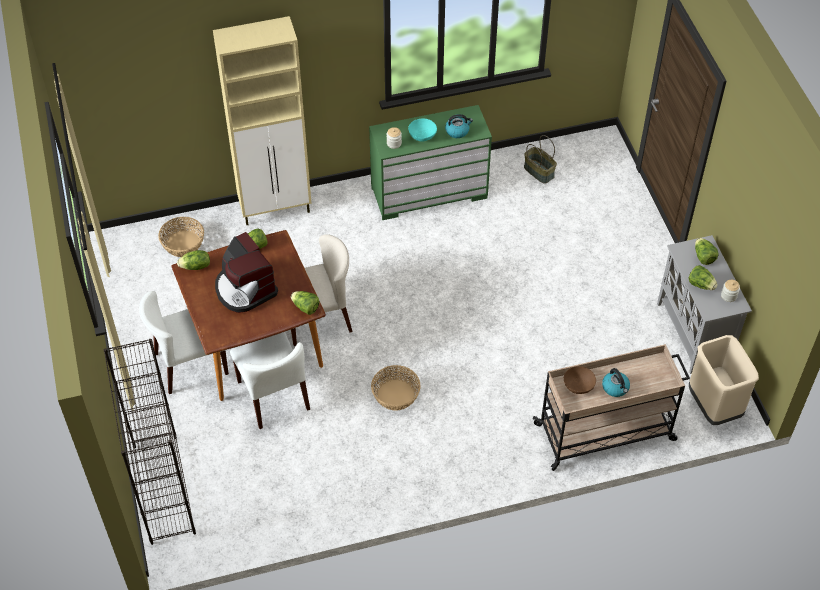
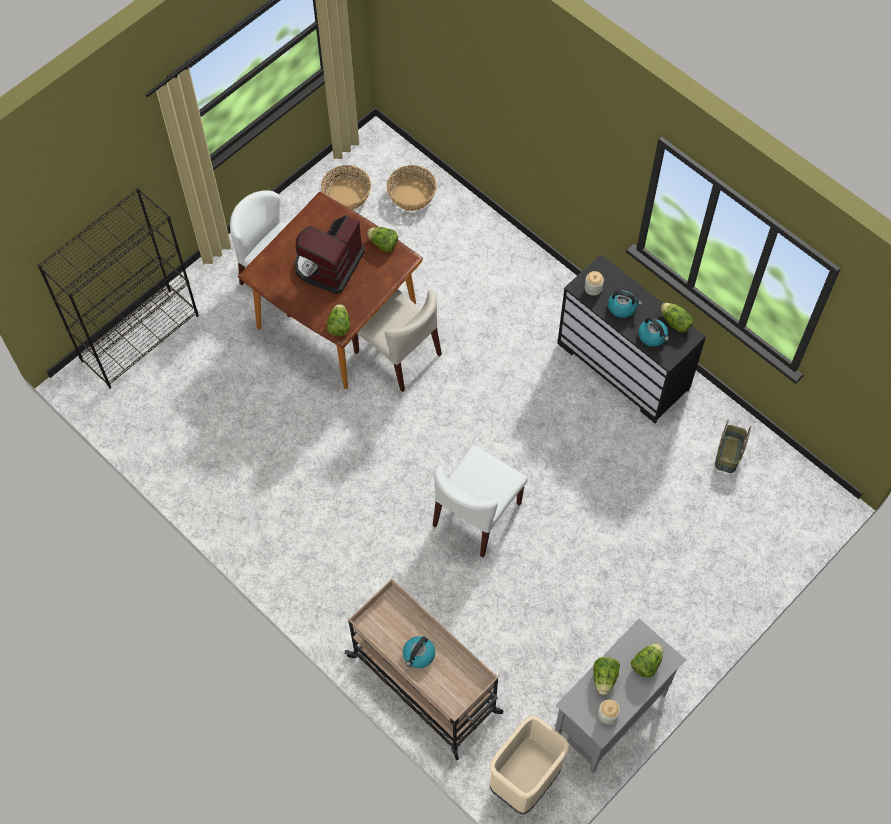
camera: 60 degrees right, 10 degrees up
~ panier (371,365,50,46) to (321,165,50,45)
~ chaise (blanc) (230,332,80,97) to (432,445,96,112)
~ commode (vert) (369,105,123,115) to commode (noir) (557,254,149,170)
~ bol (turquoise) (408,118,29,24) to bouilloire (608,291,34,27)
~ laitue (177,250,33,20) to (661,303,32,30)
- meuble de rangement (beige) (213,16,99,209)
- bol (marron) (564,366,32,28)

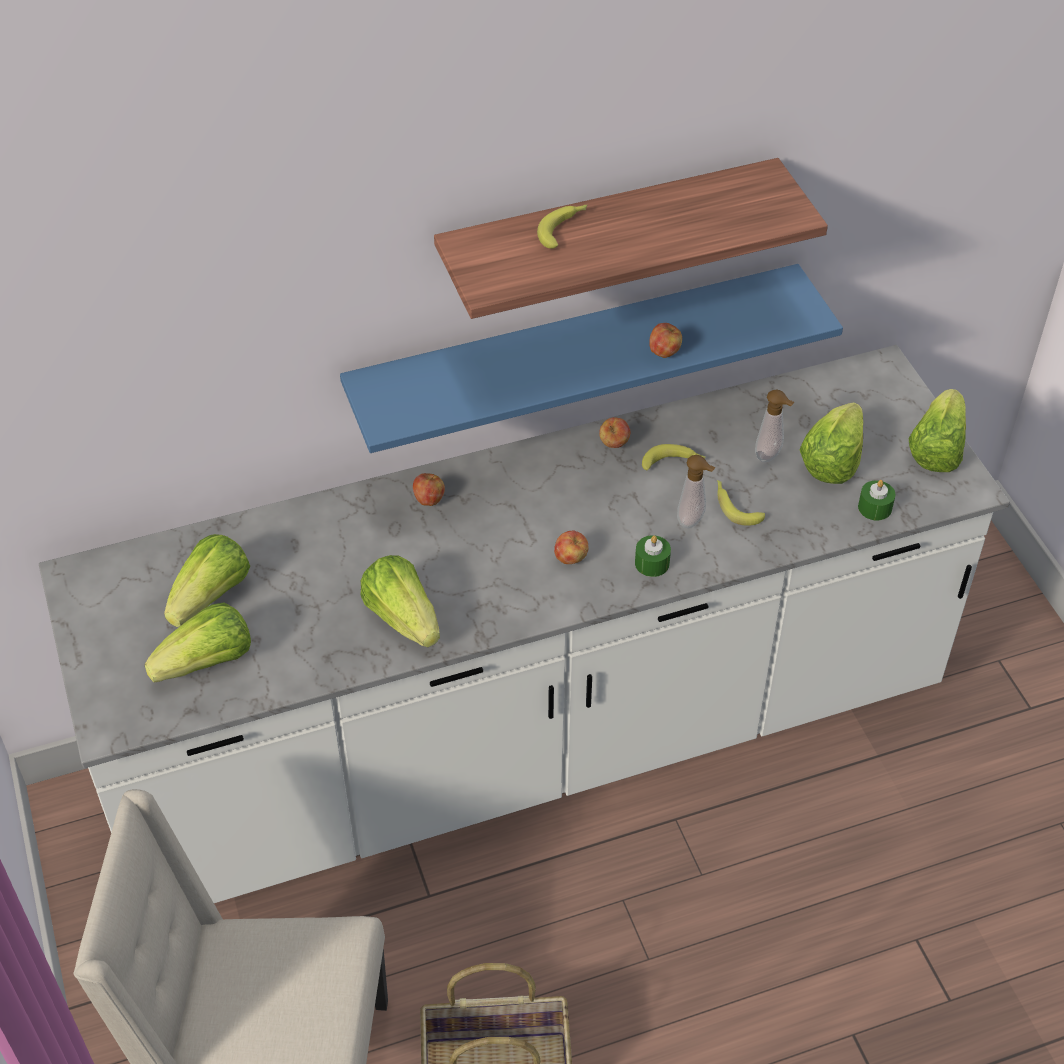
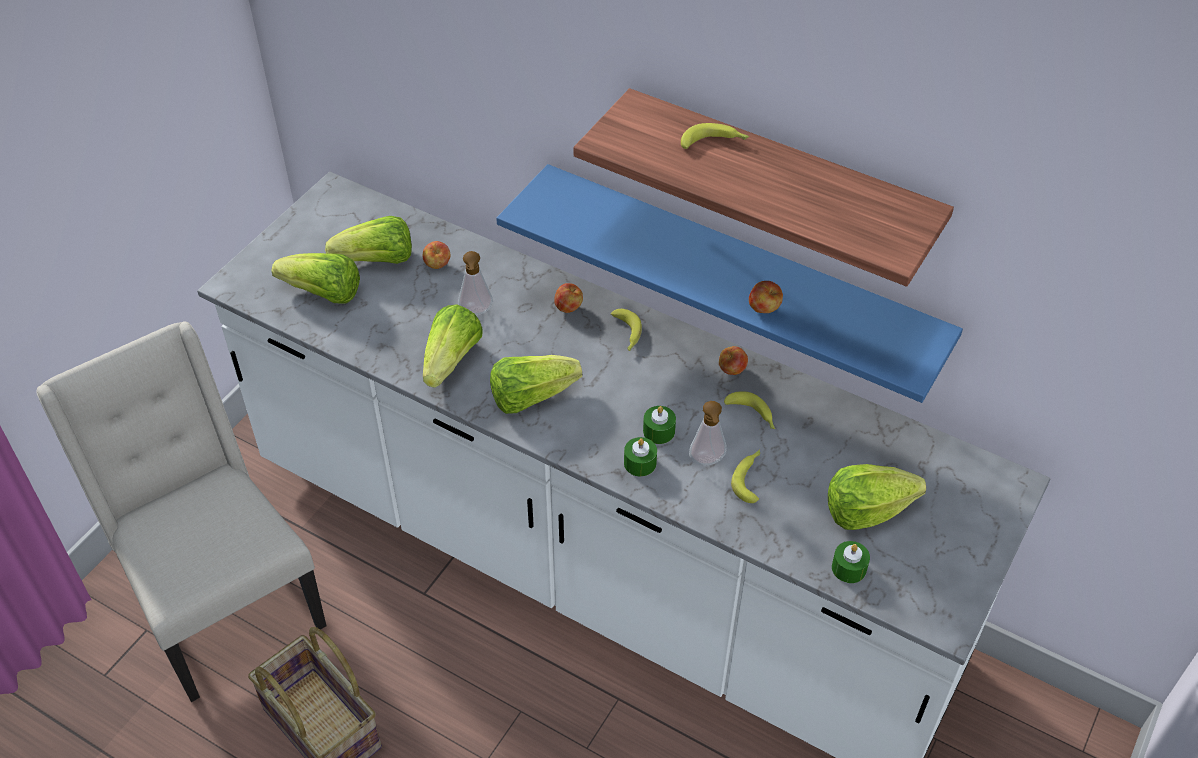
camera: 50 degrees right, 0 degrees up
~ pomme (554,530,35,34) to (423,241,27,28)
~ distributeur de savon (755,389,40,73) to (458,251,35,64)
~ laitue (909,389,57,83) to (490,355,92,59)
+ banane (611,309,31,42)
+ bougie (vert) (643,406,33,38)

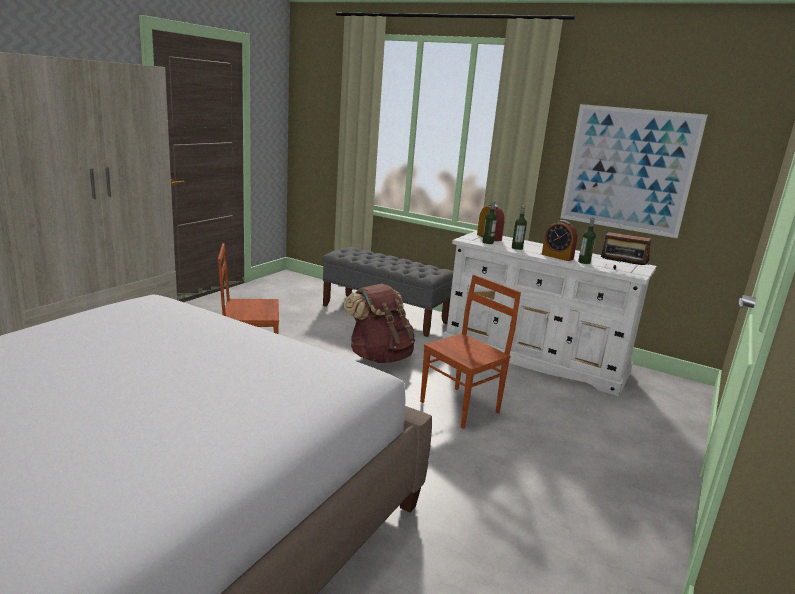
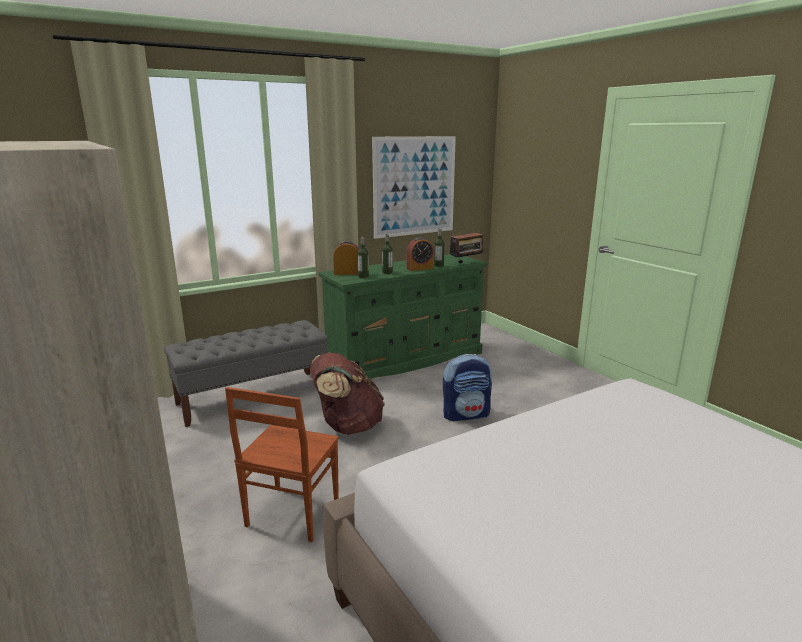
camera: 60 degrees left, 0 degrees up
~ commode (blanc) (443,231,214,165) to commode (vert) (319,254,169,125)
~ chaise (marron) (420,275,101,154) to sac à dos (443,354,49,67)

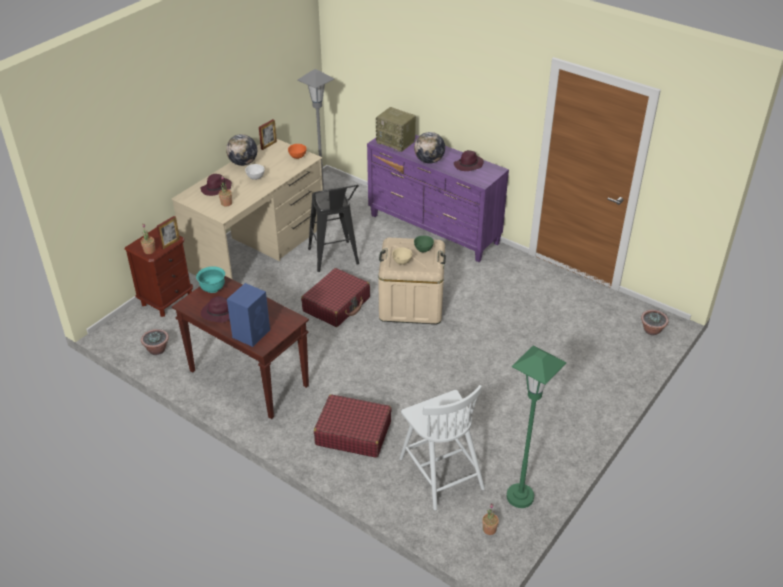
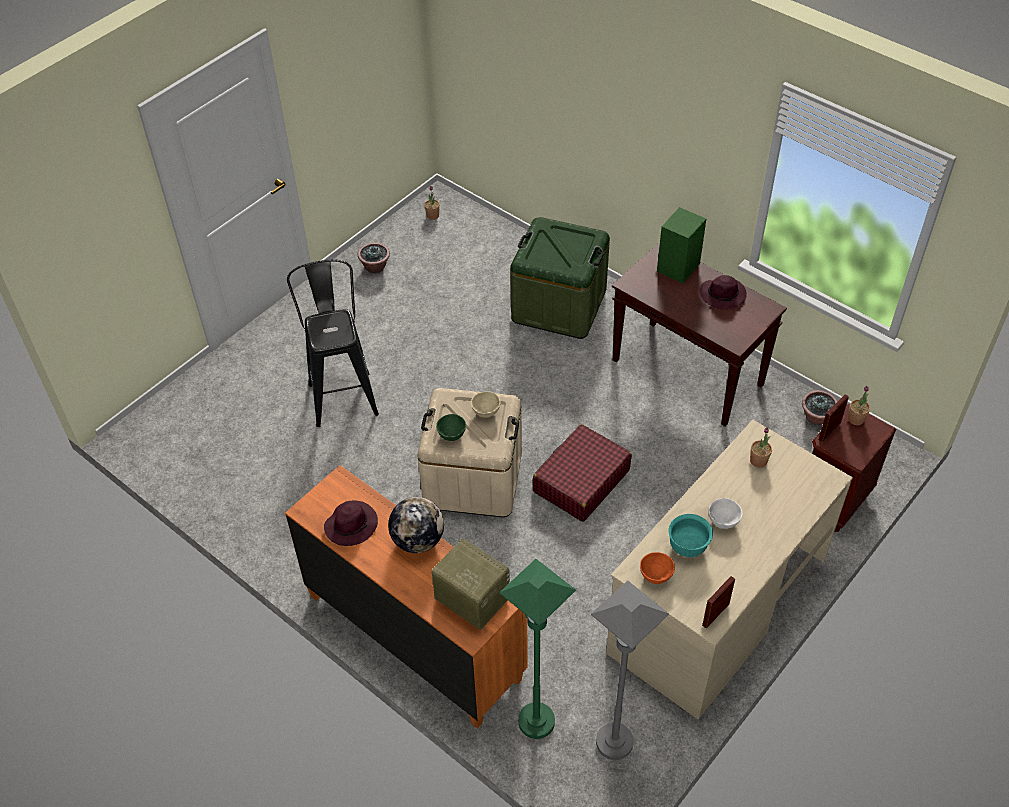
camera: 175 degrees left, 10 degrees up
~ commode (violet) (367,135,142,127) to commode (orange) (285,465,243,264)
~ tabouret (noir) (308,185,51,87) to (287,260,92,167)
~ plante en pot (641,310,27,25) to (358,243,32,30)
~ lampadaire (vert) (507,345,59,163) to (499,559,77,180)
~ valise (rouge) (314,395,78,63) to boîte de rangement (vert) (510,217,100,122)
~ enceinte (bleu) (227,283,43,64) to enceinte (vert) (657,207,49,76)
~ bol (turquoise) (196,266,29,27) to (668,514,45,43)
- chapeau (violet) (201,174,31,22)
- globe (226,134,31,32)
- chaise (blanc) (399,385,86,125)

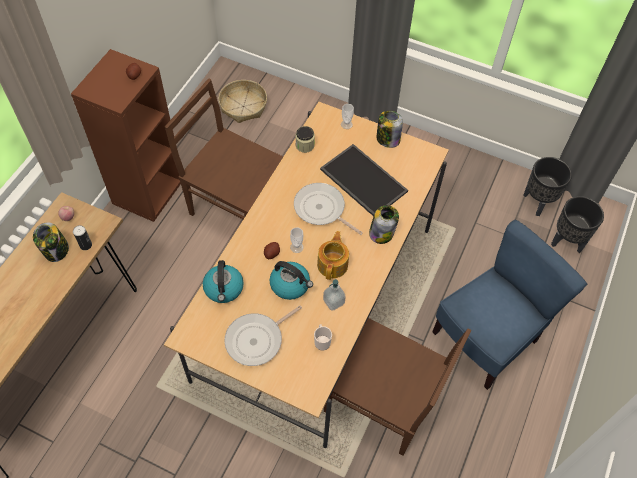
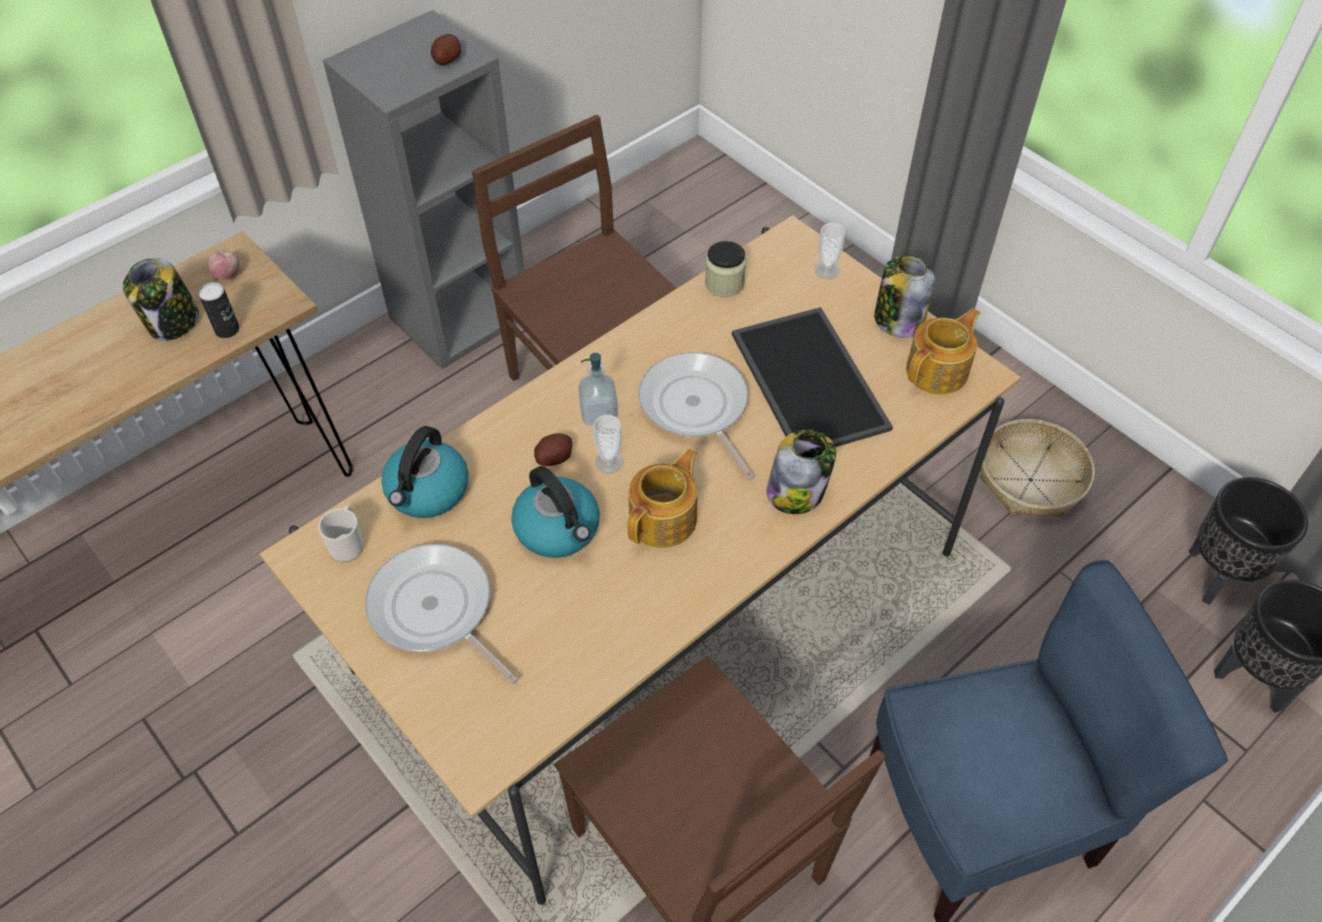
camera: 25 degrees right, 5 degrees down
~ mug (314,324,18,27) to (318,505,46,57)
~ bibliothèque (marron) (71,49,110,173) to bibliothèque (gris) (323,10,201,359)
~ poêle (224,306,78,60) = (365,544,153,141) 60 degrees clockwise
~ distributeur de savon (323,279,23,32) to (578,353,40,72)
+ théière (906,308,74,87)
~ panier (218,80,49,43) to (980,419,115,98)

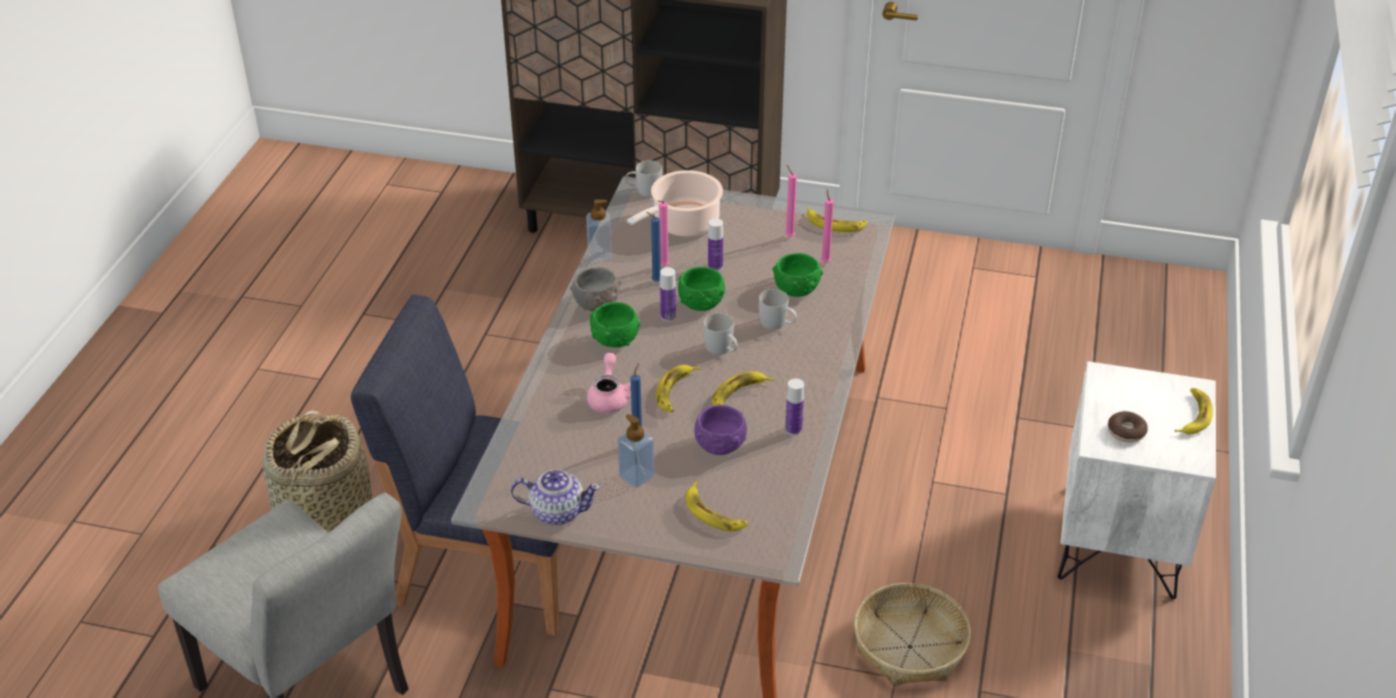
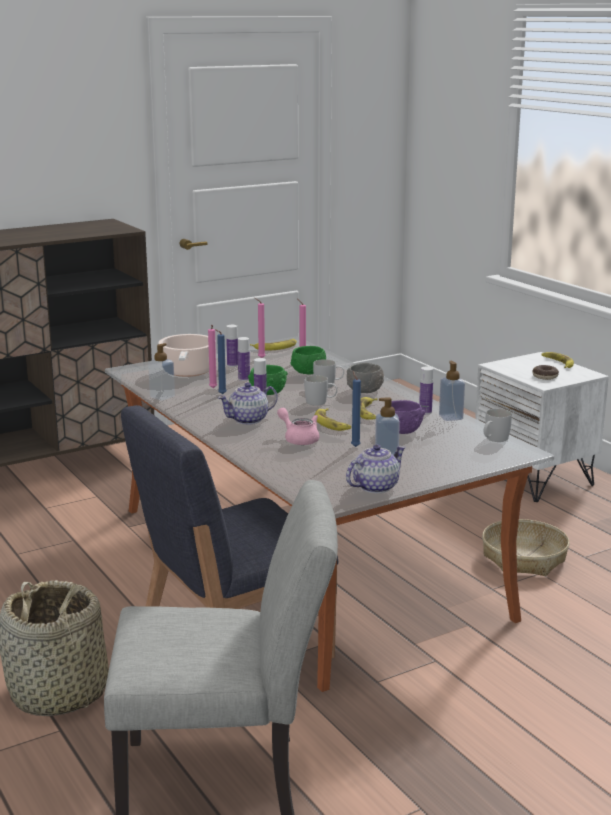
camera: 45 degrees left, 20 degrees down
~ bol (vert) (590,302,51,45) to théière (218,382,60,43)
+ bouteille (226,325,12,42)
~ bol (gris) (570,267,51,44) to (347,363,37,30)
+ distributeur de savon (439,361,26,60)
~ mug (blanc) (625,160,37,37) to (484,409,28,33)
- banane (686,481,63,50)

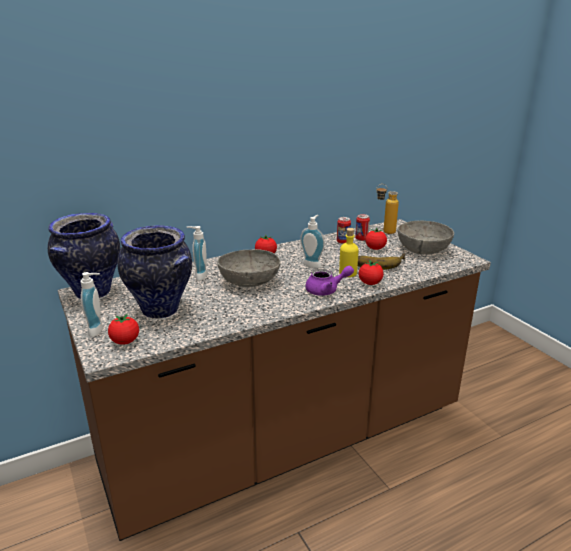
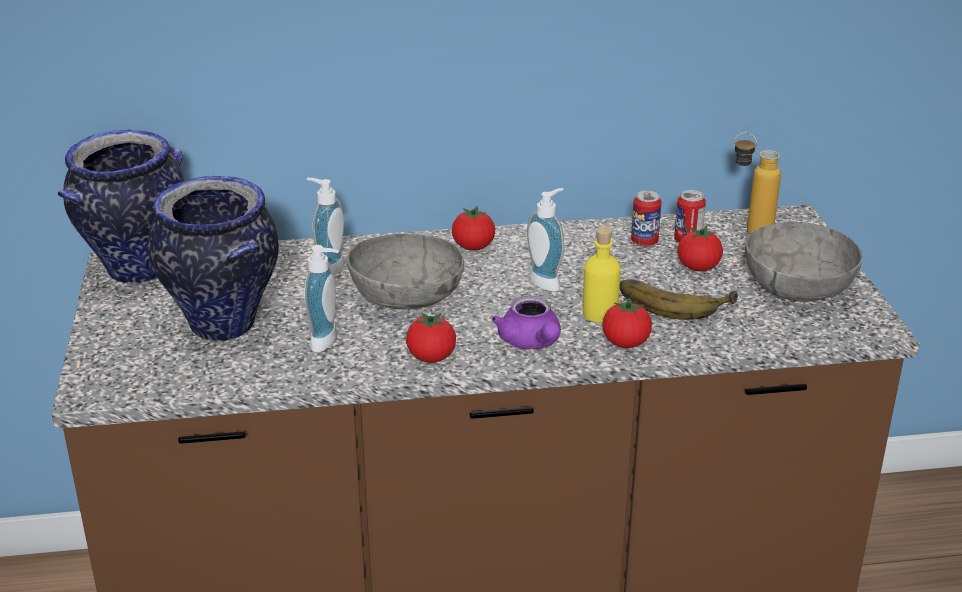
camera: 20 degrees right, 5 degrees up
~ distributeur de savon (80,272,23,65) to (304,245,35,107)
~ tomate (108,314,31,31) to (406,313,50,50)
~ théière (violet) (306,266,48,30) = (492,296,69,53) 60 degrees clockwise

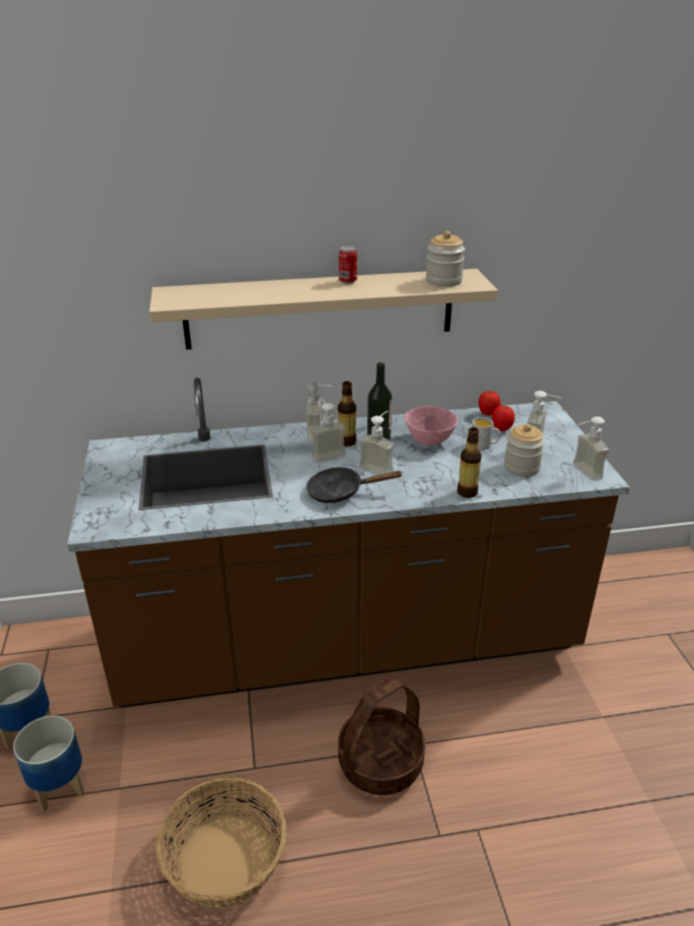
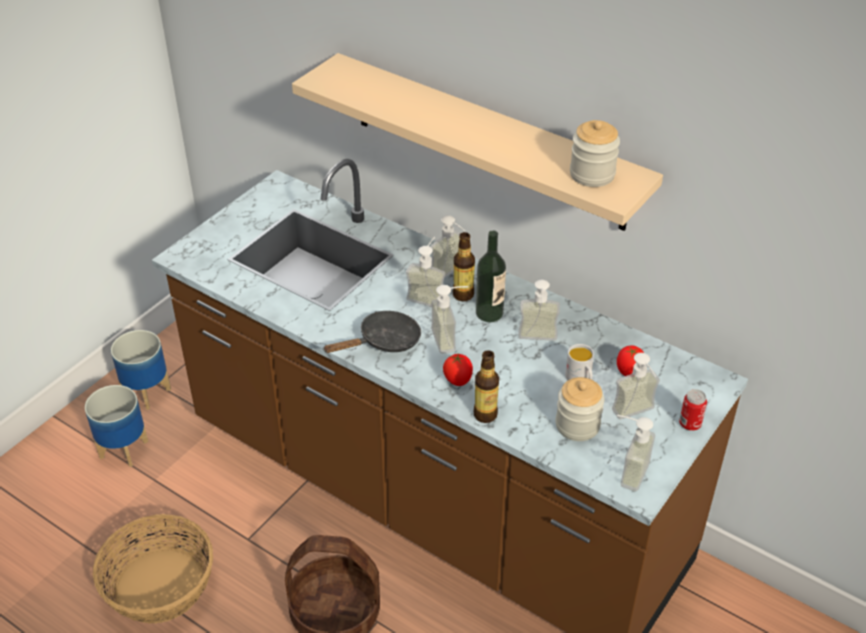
camera: 45 degrees right, 10 degrees up
~ poêle (noir) (306,467,97,36) = (323,311,98,42) 105 degrees clockwise
~ tomate (478,391,23,24) to (443,353,30,33)
~ bol (rose) (404,406,54,39) to distributeur de savon (518,280,42,61)
~ boîte métallique (339,246,18,38) to (679,389,28,42)

